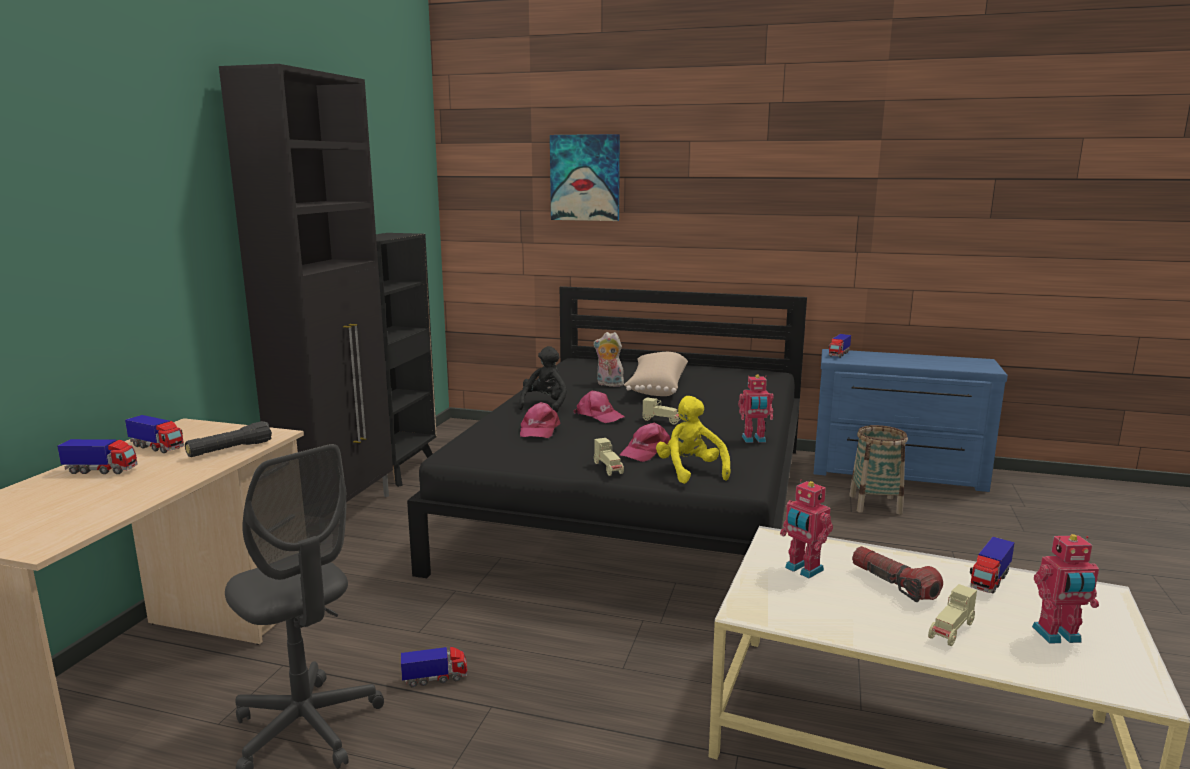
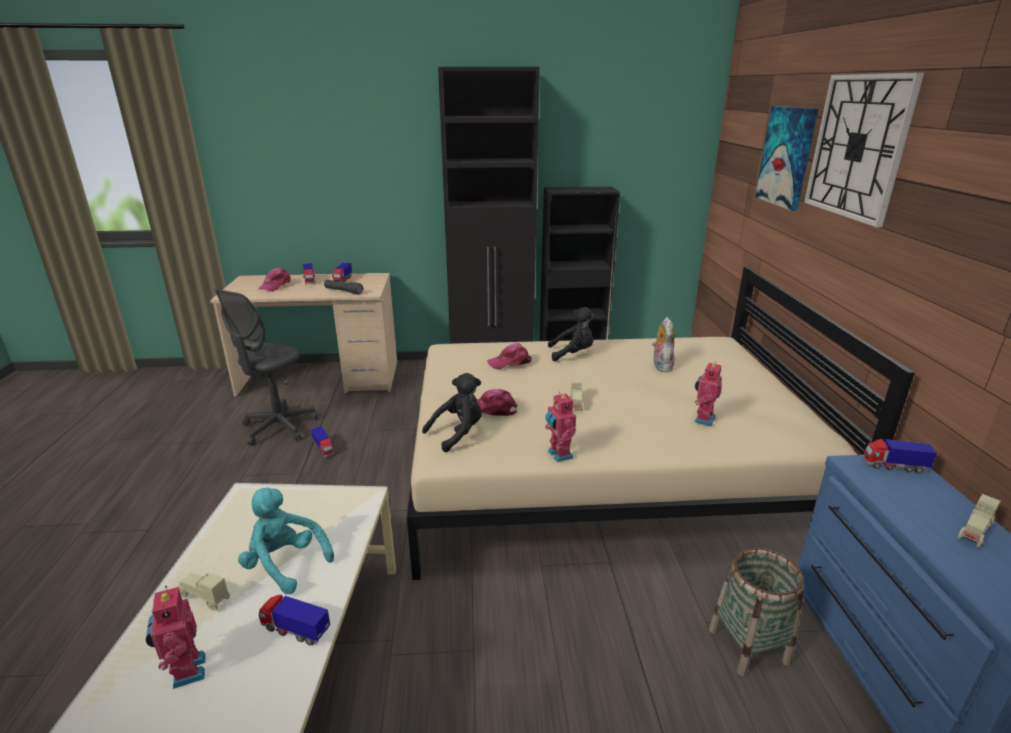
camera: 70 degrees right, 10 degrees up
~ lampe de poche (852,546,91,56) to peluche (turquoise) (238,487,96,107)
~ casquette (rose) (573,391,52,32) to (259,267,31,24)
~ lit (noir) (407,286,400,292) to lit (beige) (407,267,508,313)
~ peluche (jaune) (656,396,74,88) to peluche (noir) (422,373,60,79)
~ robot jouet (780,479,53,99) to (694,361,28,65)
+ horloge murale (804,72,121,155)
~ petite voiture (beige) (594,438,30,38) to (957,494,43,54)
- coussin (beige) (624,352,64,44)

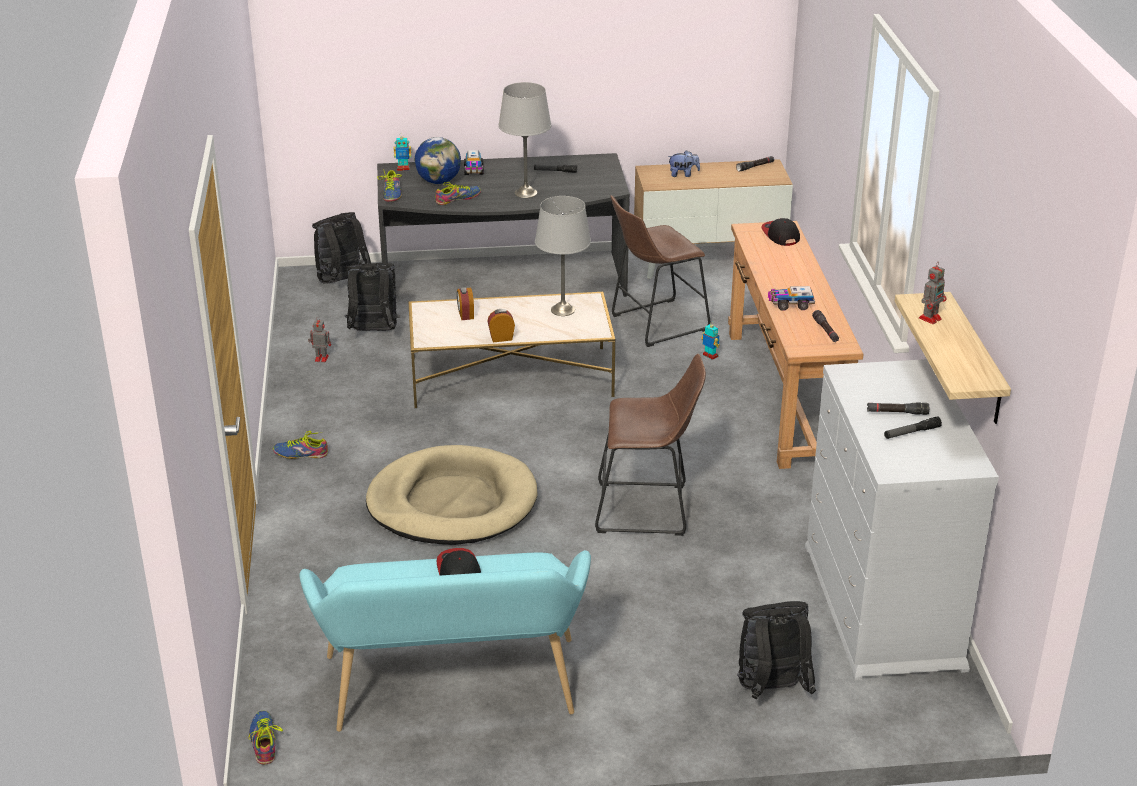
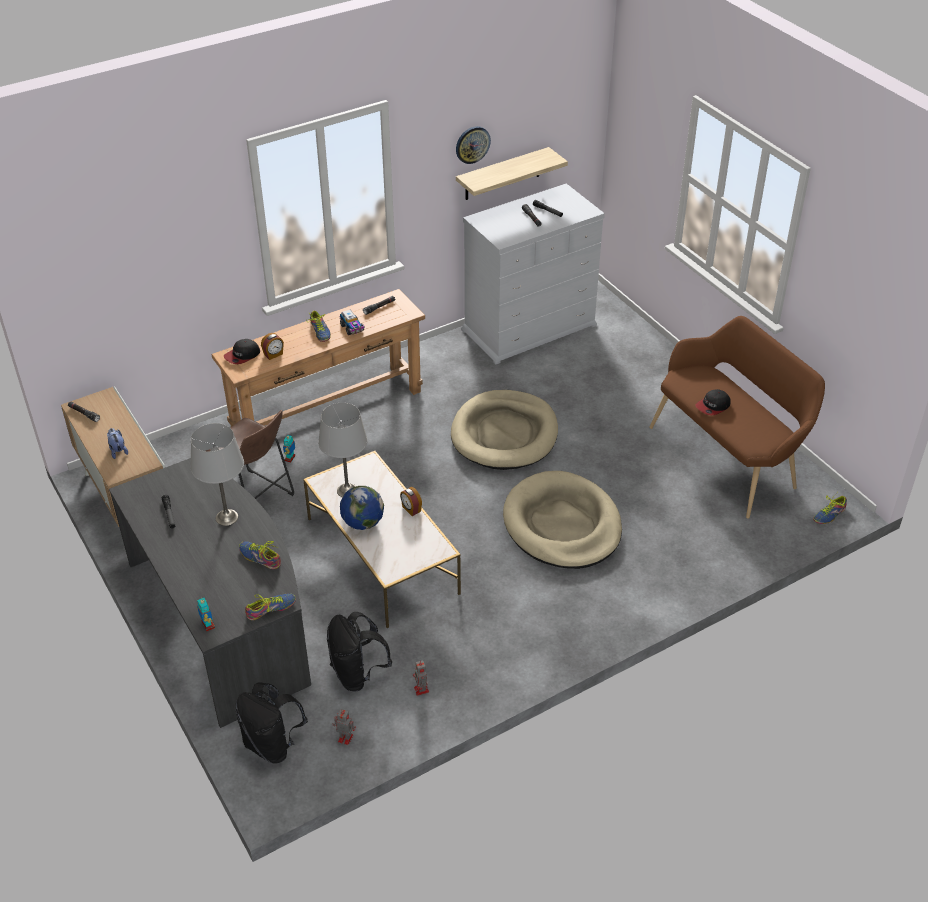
camera: 115 degrees left, 10 degrees up
~ réveil (457,287,17,33) to (261,333,23,27)
~ chaussure (273,431,55,28) to (306,311,25,31)
~ robot jouet (919,262,28,62) to (333,709,23,36)
~ globe (414,137,47,47) to (340,486,44,44)
~ tabouret (marron) (595,354,111,182) to panier pour chien (beige) (451,390,107,80)
+ horloge murale (456,126,35,38)
~ banc (turquoise) (299,550,292,182) to banc (marron) (650,316,175,203)
- camion jouet (464,150,20,25)
- sac à dos (noir) (737,601,79,98)

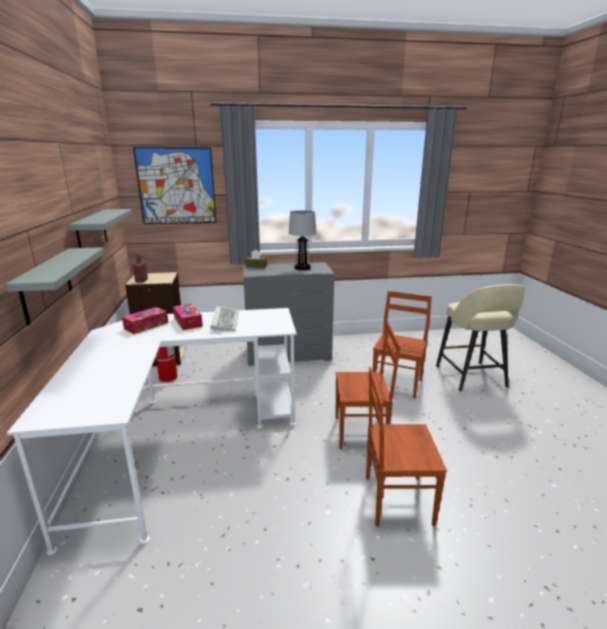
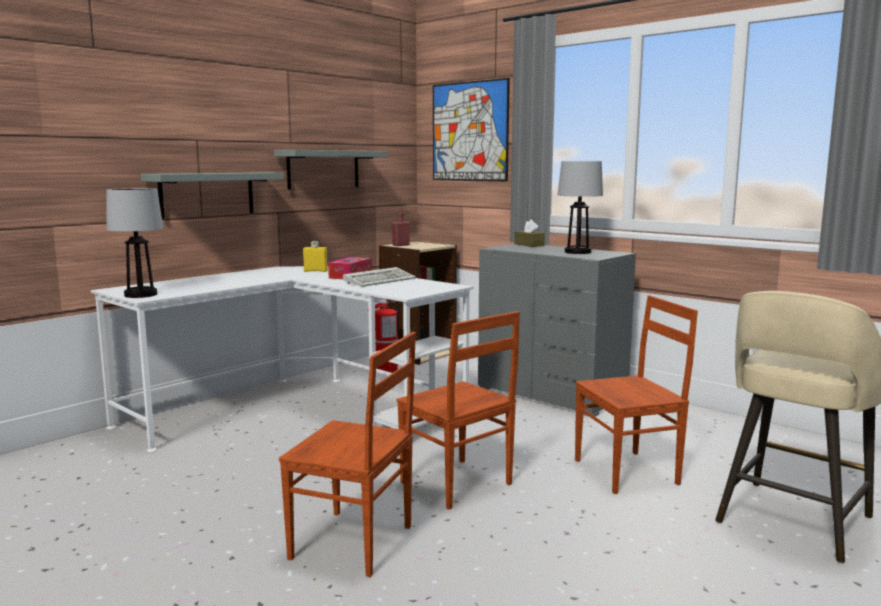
camera: 50 degrees right, 10 degrees down
+ lampe de table (107,188,56,110)
~ chaise (marron) (366,367,81,159) = (279,332,137,245) 150 degrees clockwise
~ boîte à mouchoirs (122,307,46,27) to bouteille (jaune) (303,241,25,31)

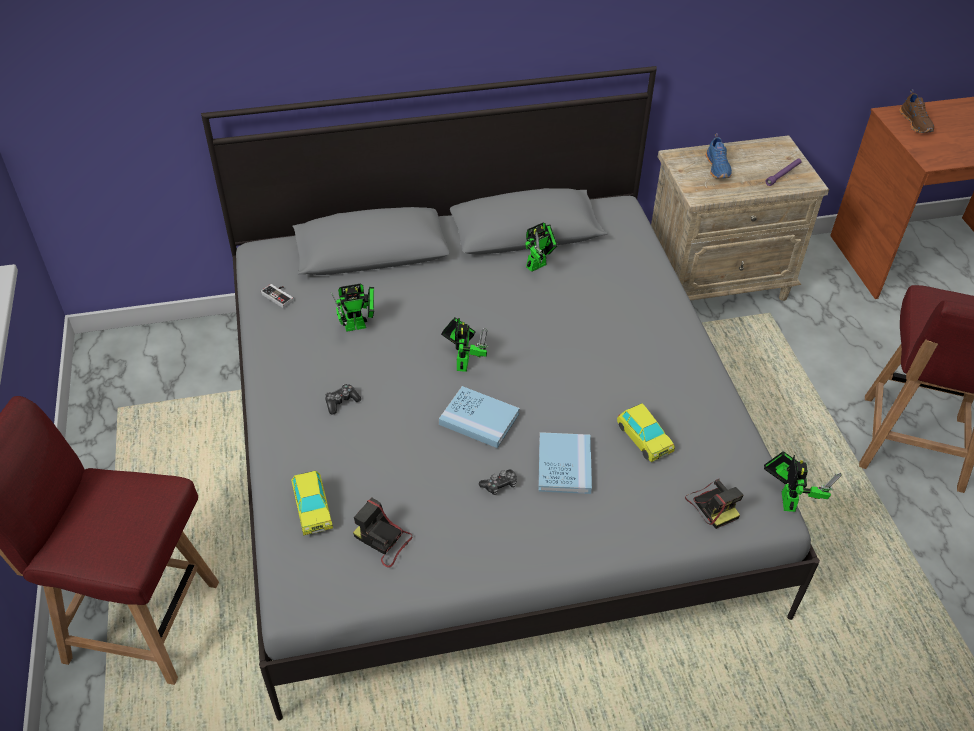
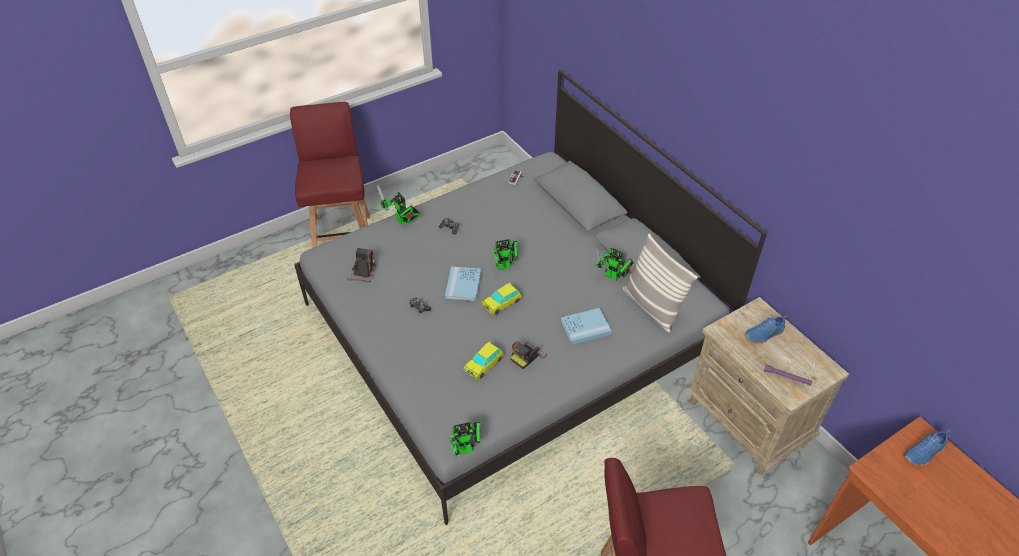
camera: 70 degrees right, 0 degrees up
~ robot jouet (331,284,43,48) to (377,185,43,40)
~ petite voiture (291,471,42,65) to (482,283,40,32)
~ appareil photo (685,479,58,50) to (510,341,37,28)
~ livre (bleu) (539,432,53,62) to (561,308,50,37)
+ coussin (622,234,76,99)
~ chaussure (marron) (900,89,34,44) to chaussure (bleu) (903,429,48,37)

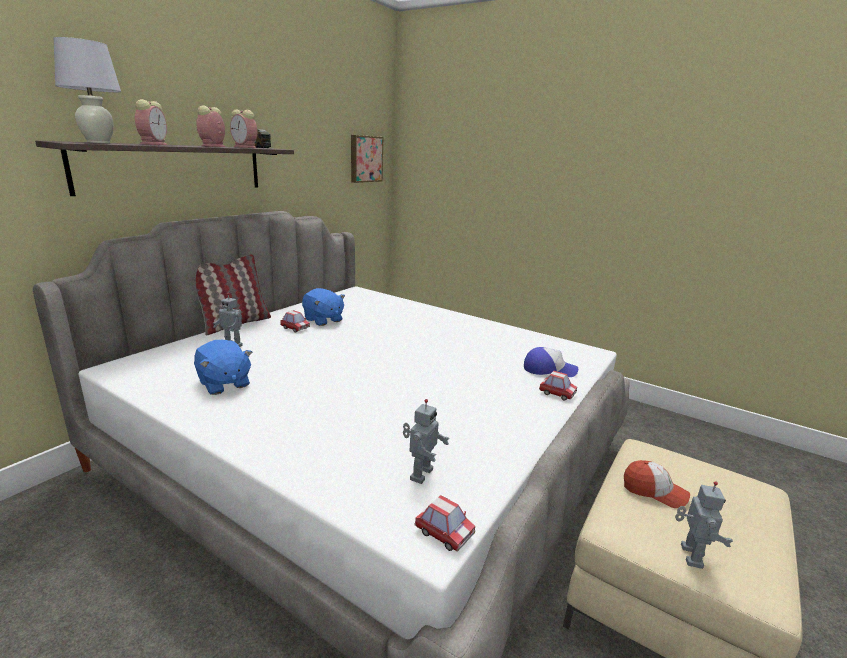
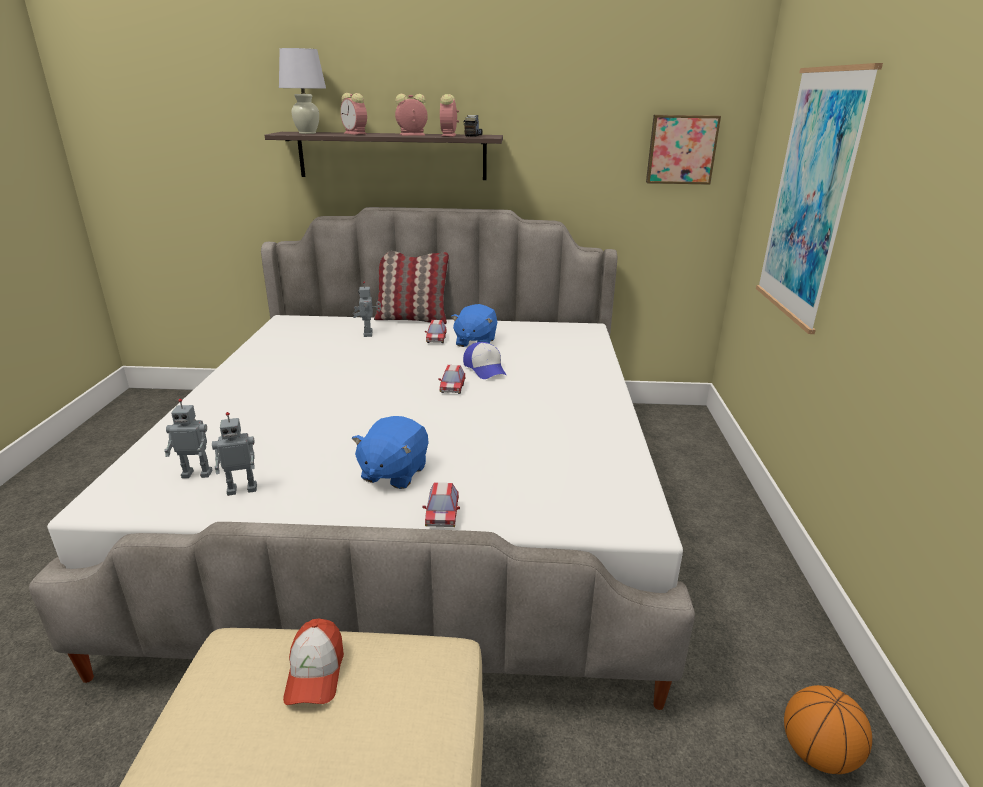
camera: 60 degrees right, 5 degrees up
~ robot jouet (675,481,58,88) to (212,412,45,84)
~ réveil (135,99,32,46) = (340,93,27,42) 75 degrees clockwise
~ peluche (bleu) (194,340,58,55) to (352,416,77,73)
~ petite voiture (415,495,60,57) to (439,365,26,29)
~ casquette (524,347,54,30) to (463,342,43,37)
+ tableau (756,63,127,271)
+ ballon de basket (784,685,88,89)

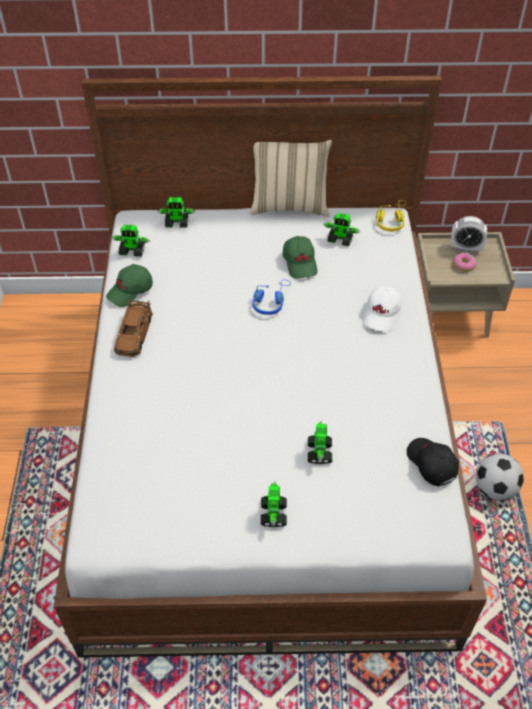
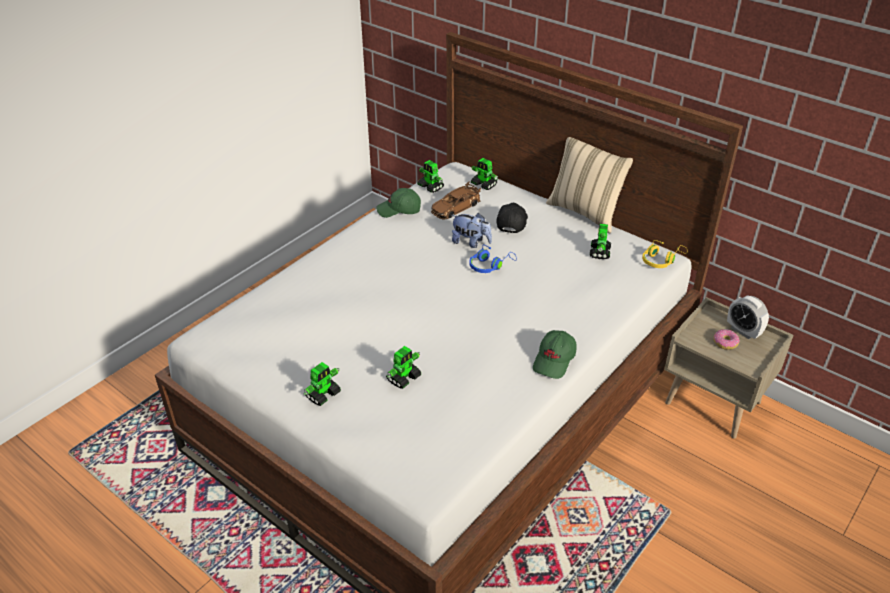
camera: 40 degrees right, 10 degrees down
~ petite voiture (marron) (114,298,39,59) to (431,181,50,38)
+ peluche (452,213,40,35)
~ casquette (noir) (407,438,52,48) to (497,203,31,30)
~ casquette (vert) (283,236,35,43) to (533,330,44,49)
~ robot jouet (323,213,38,33) = (590,224,21,35) 45 degrees clockwise
- casquette (blanc) (363,286,38,46)
- ballon de foot (476,453,48,47)

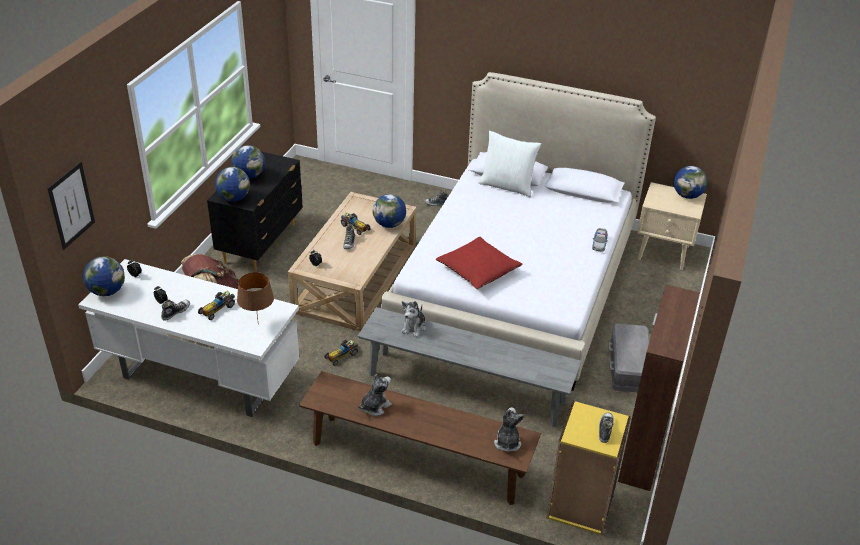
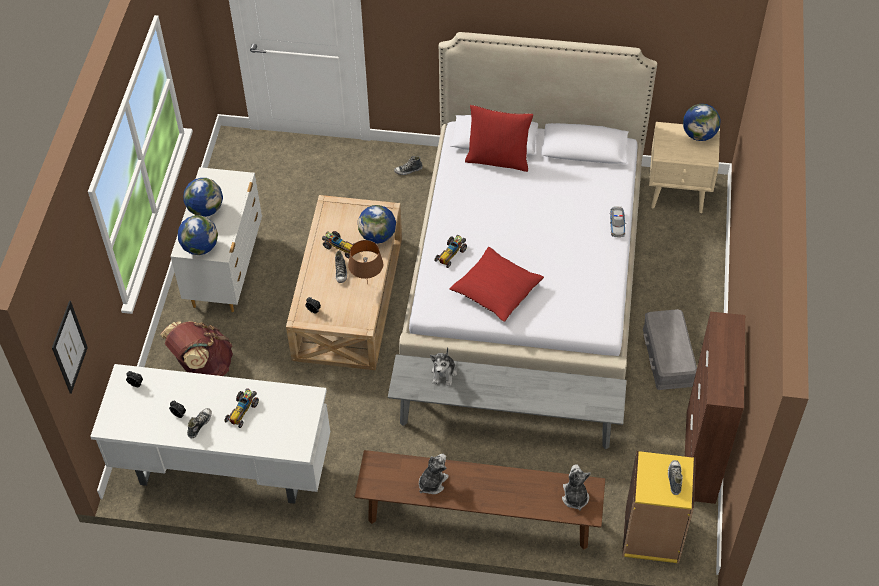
camera: 10 degrees left, 15 degrees up
~ commode (noir) (207,152,96,120) to commode (blanc) (170,167,92,145)
~ lampe de table (marron) (237,272,37,48) to (348,240,35,44)
~ petite voiture (324,340,34,26) to (434,235,33,33)
~ coussin (blanc) (479,131,62,66) to coussin (rouge) (465,105,68,67)
- globe (83,256,42,40)

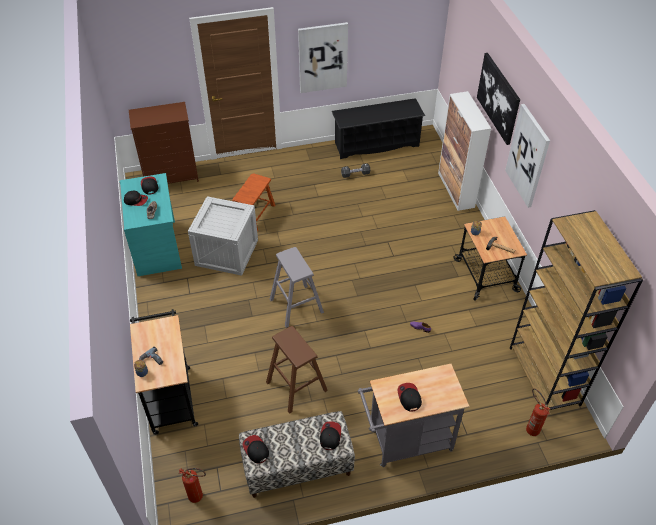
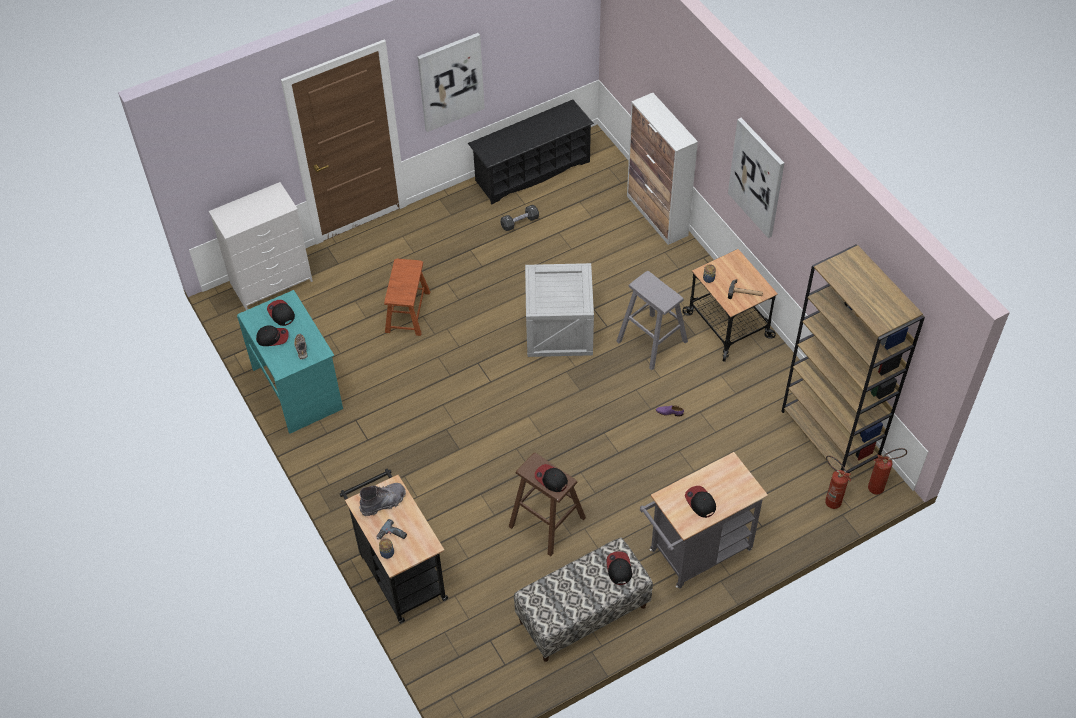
camera: 15 degrees left, 5 degrees up
~ commode (marron) (129,102,70,82) to commode (blanc) (209,182,104,128)
+ botte (gris) (359,483,47,33)
~ caisse (188,196,70,80) to (525,263,69,94)
~ casquette (243,435,26,28) to (535,464,33,28)
~ tabouret (gris) (270,247,54,81) to (616,271,72,99)
~ extincteur (178,468,28,35) to (868,448,39,47)
- tableau (477,53,43,92)

